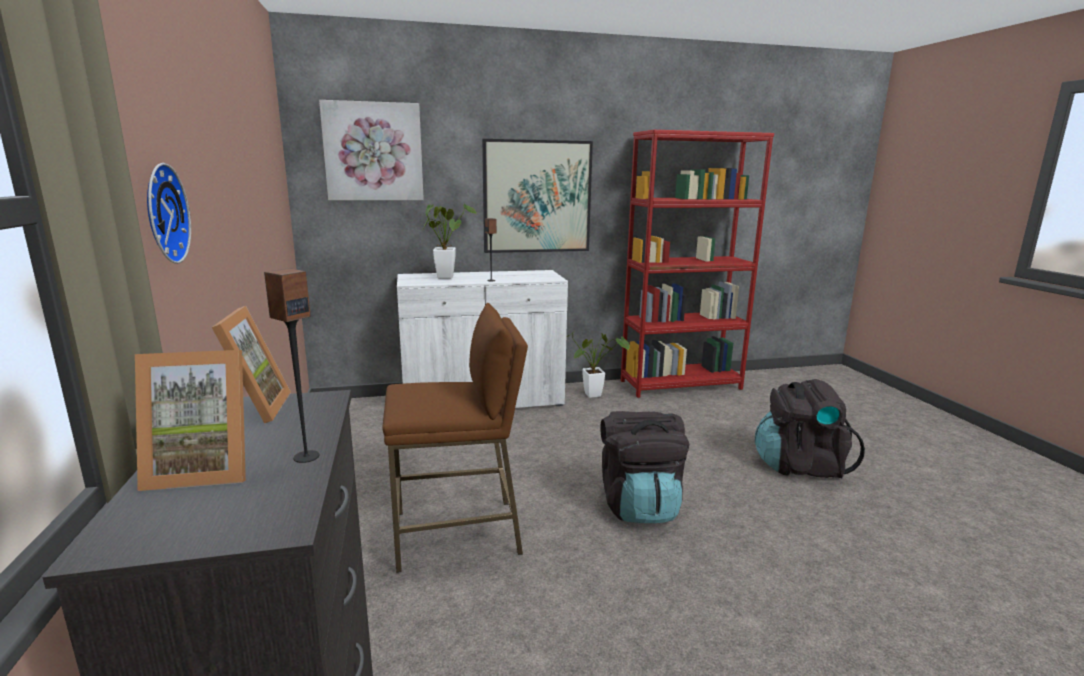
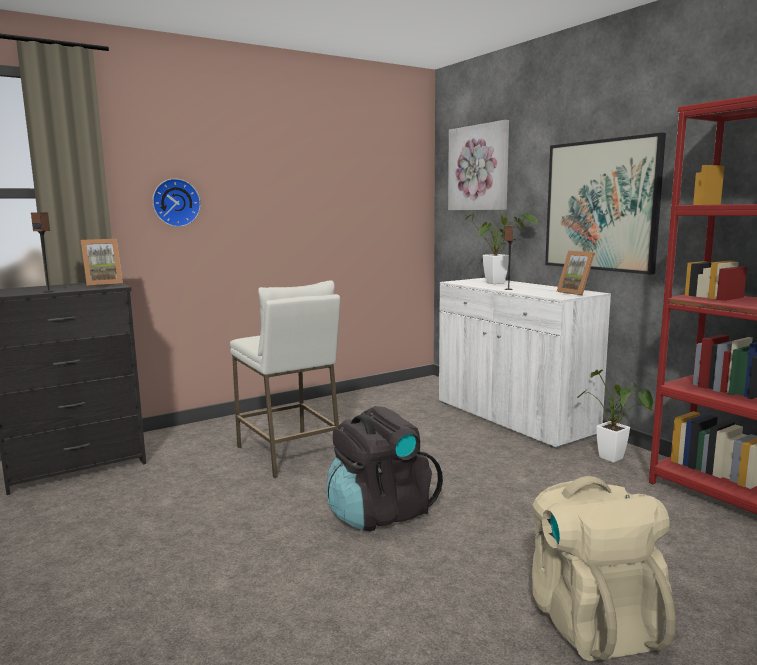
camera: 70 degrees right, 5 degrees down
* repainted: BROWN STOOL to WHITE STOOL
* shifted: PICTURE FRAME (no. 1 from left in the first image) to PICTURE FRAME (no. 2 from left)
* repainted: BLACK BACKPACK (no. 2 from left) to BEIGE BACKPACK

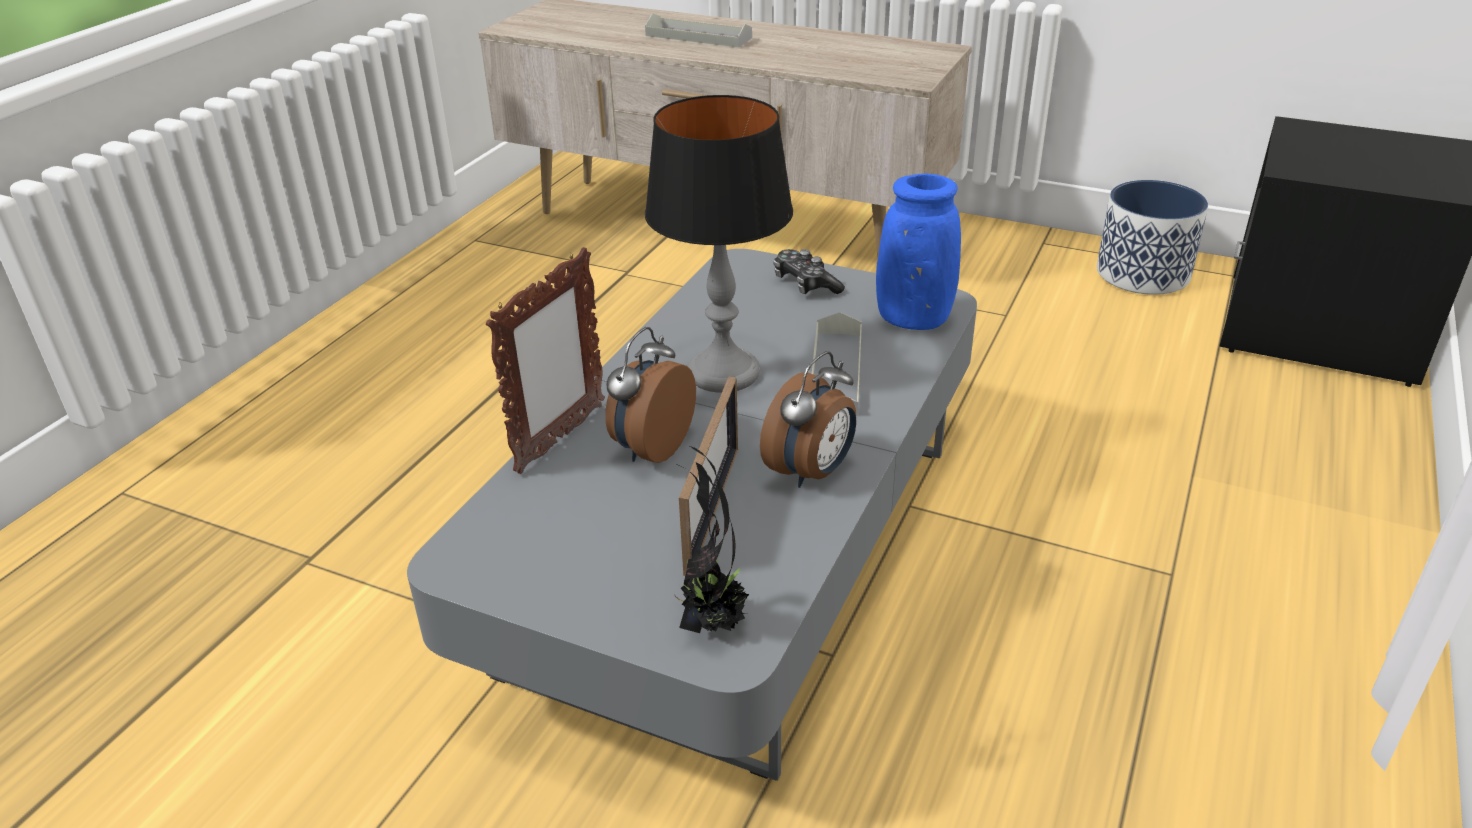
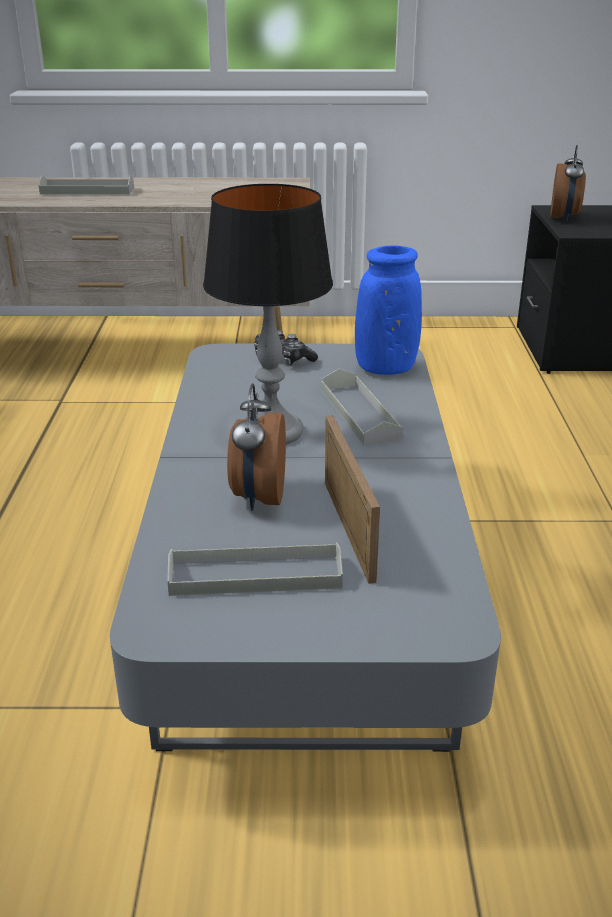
camera: 25 degrees left, 5 degrees down
* gone: PLANTER
* gone: PICTURE FRAME (no. 1 from left)
* shifted: ALARM CLOCK (no. 2 from left)
* gone: POTTED PLANT
* new: GREY TRAY (no. 2 from left)

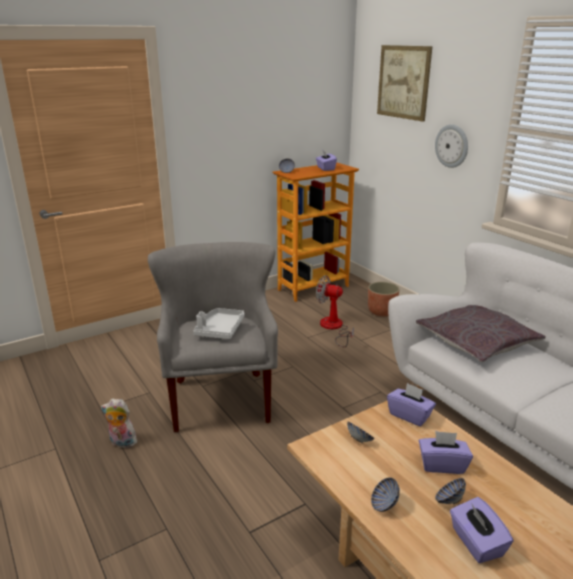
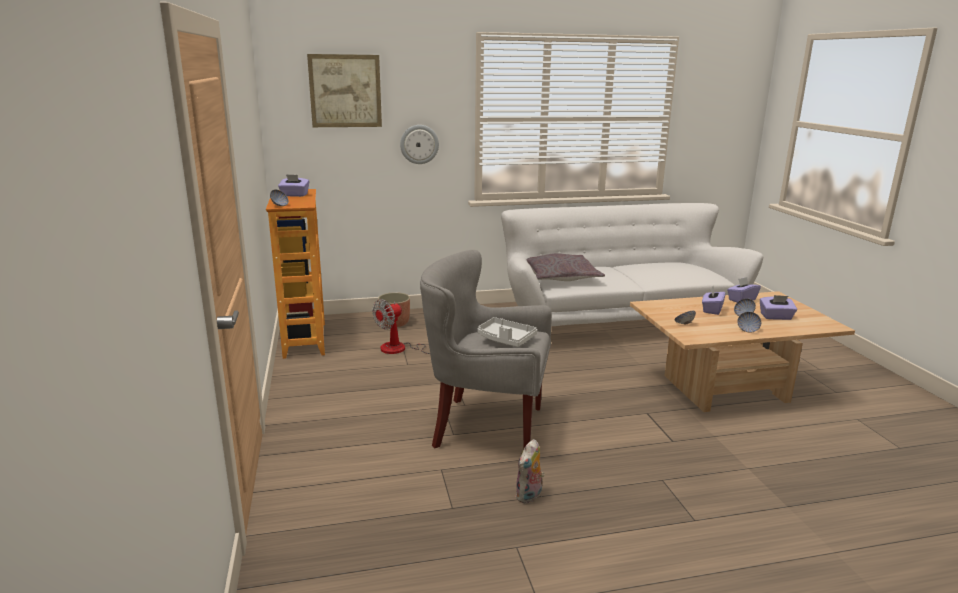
camera: 70 degrees left, 5 degrees down
* shifted: PURPLE TISSUE BOX (no. 2 from left in the first image) to PURPLE TISSUE BOX (no. 3 from left)

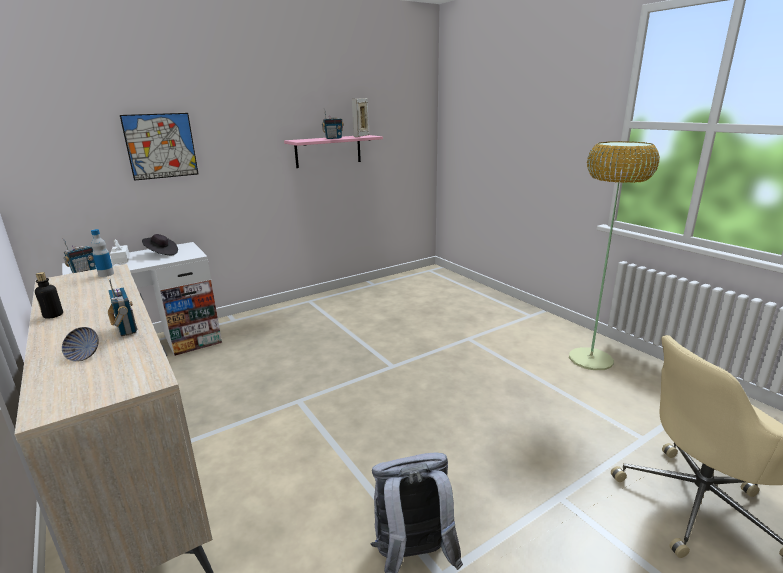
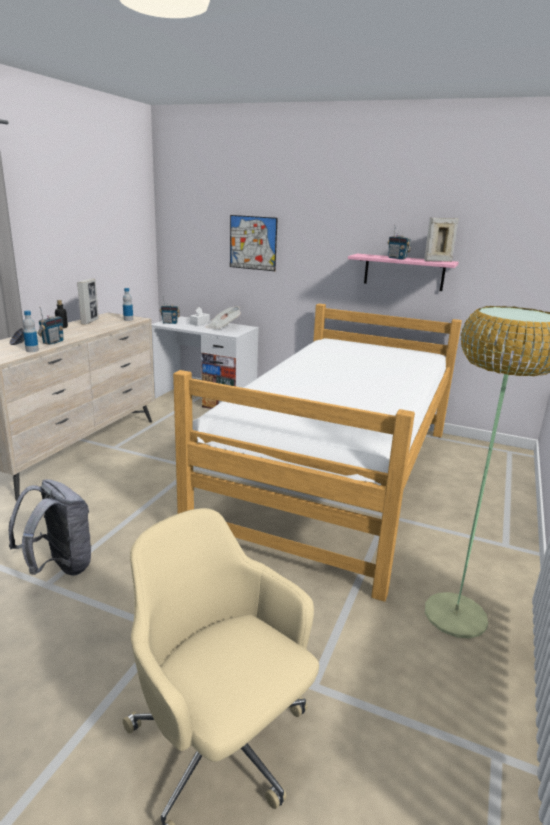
camera: 55 degrees right, 0 degrees up
* swapped: BLACK HAT to NEWSPAPER
* new: PICTURE FRAME (no. 1 from left)
* new: BED
* new: BOTTLE (no. 1 from left)

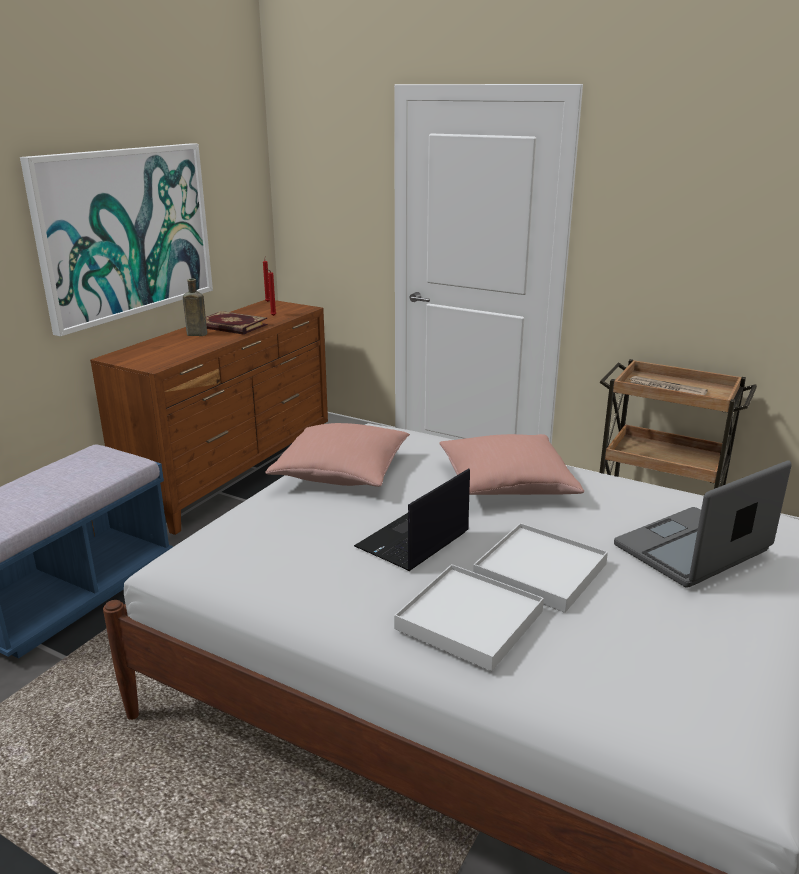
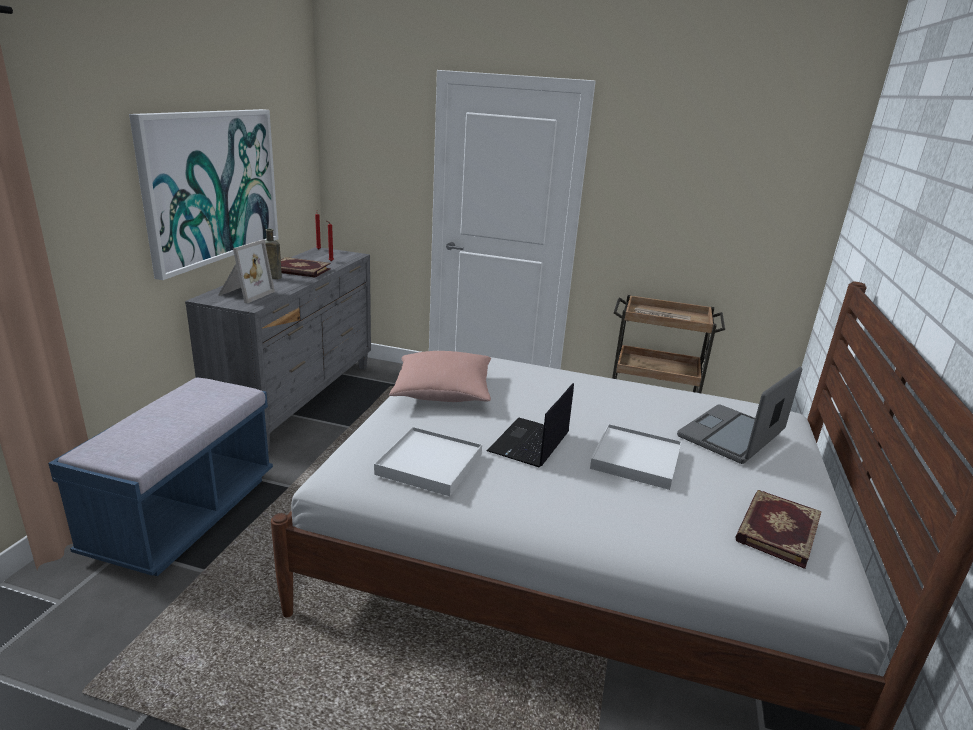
camera: 15 degrees left, 0 degrees up
* repainted: BROWN DRESSER to GREY DRESSER
* gone: PINK PILLOW (no. 2 from left)
* shifted: WHITE TRAY (no. 1 from left)
* new: PICTURE FRAME
* new: BOOK (no. 2 from left)

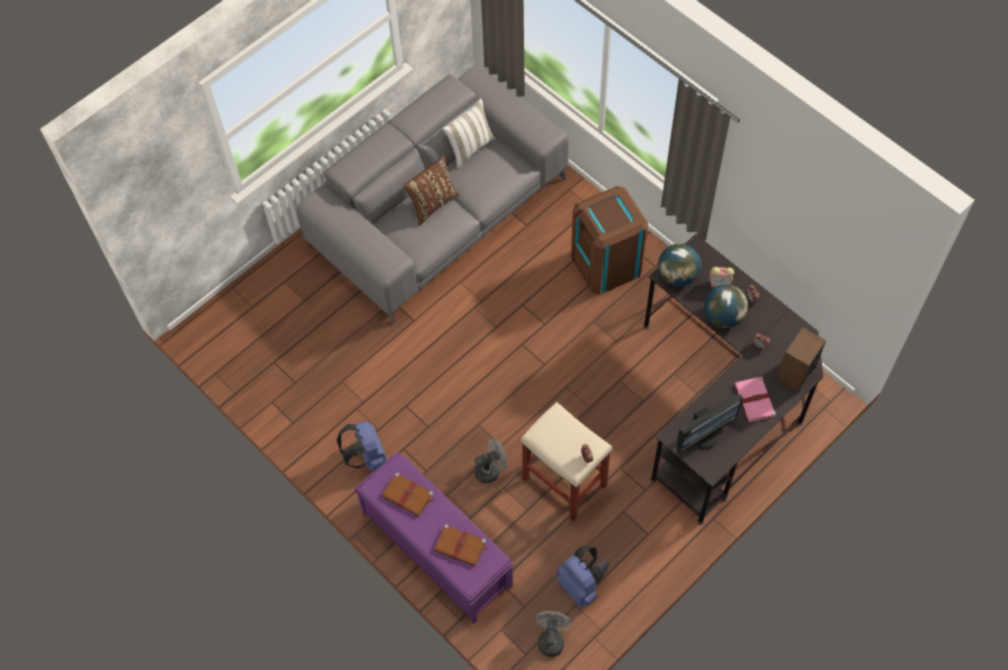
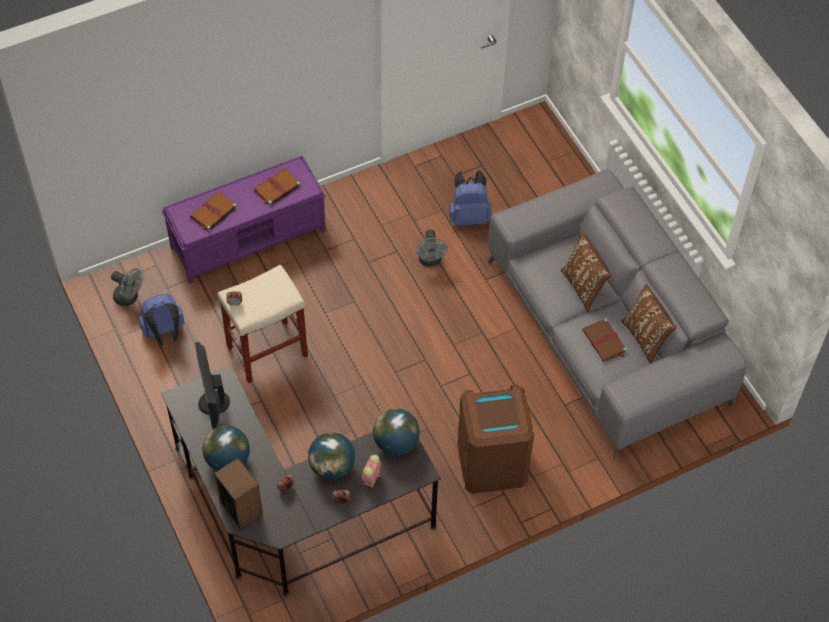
camera: 105 degrees right, 5 degrees down
* repainted: WHITE PILLOW to BROWN PILLOW (no. 2 from left)
* swapped: PINK BOOK to GLOBE (no. 1 from left)
* shifted: BLUE BACKPACK (no. 1 from left in the first image) to BLUE BACKPACK (no. 2 from left)
* shifted: GREY FAN (no. 1 from left in the first image) to GREY FAN (no. 2 from left)
* new: BROWN BOOK (no. 3 from left)

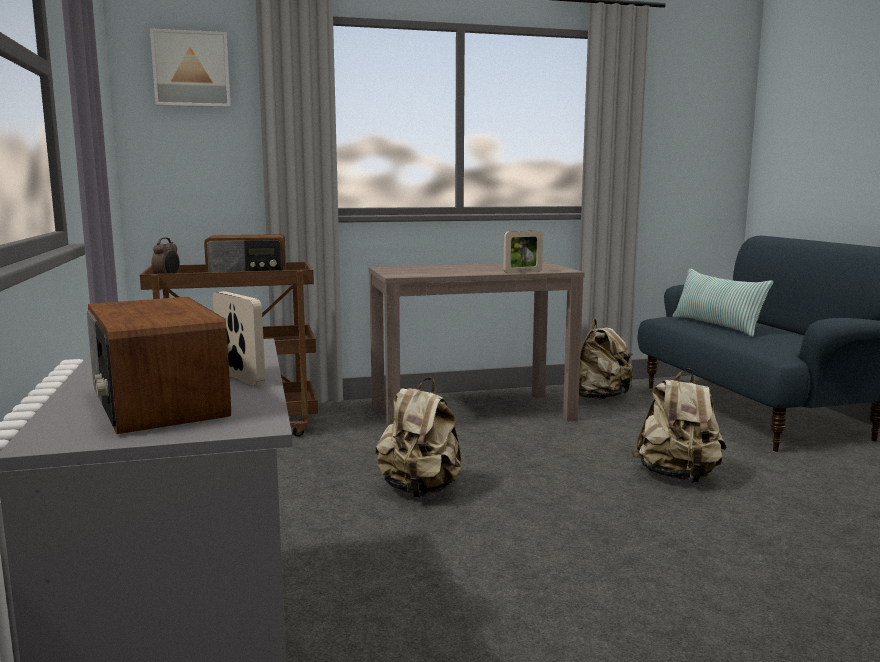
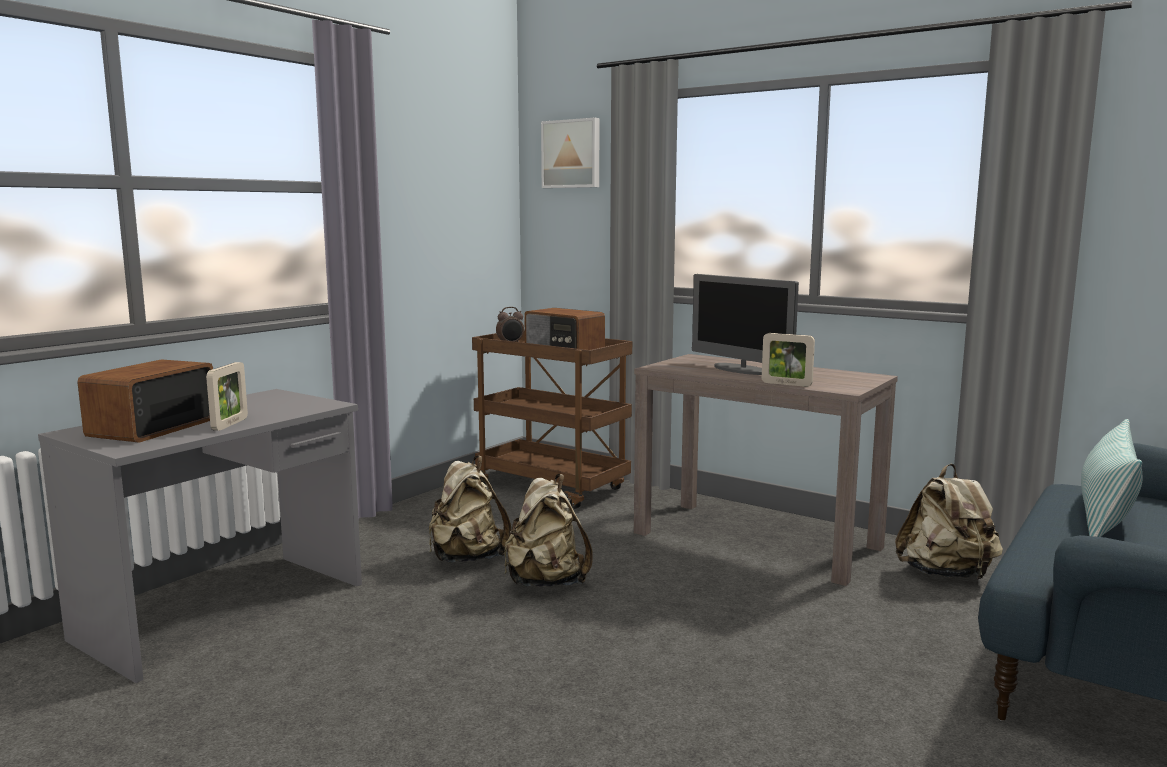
camera: 50 degrees right, 0 degrees up
* shifted: BEIGE BACKPACK (no. 3 from left in the first image) to BEIGE BACKPACK (no. 1 from left)
* new: MONITOR

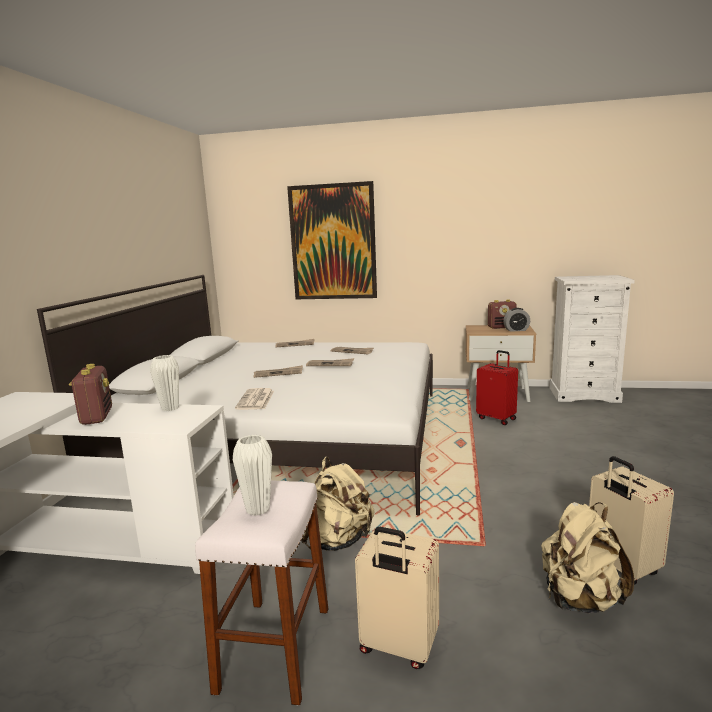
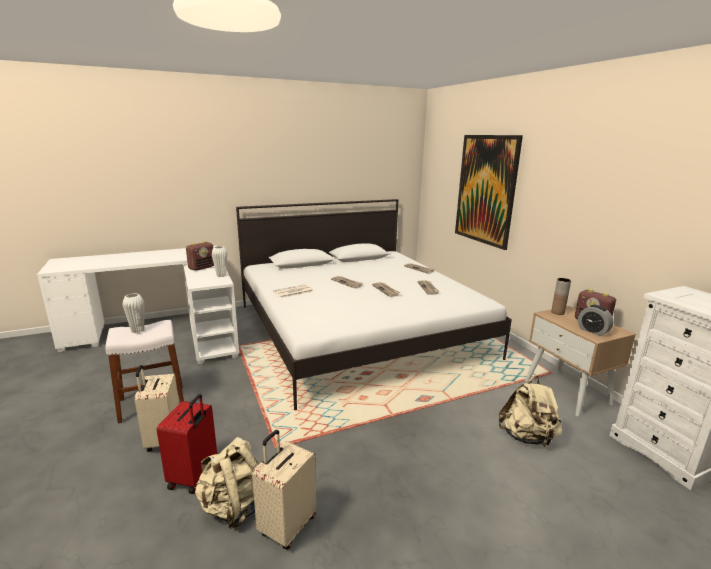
camera: 55 degrees right, 5 degrees up
* shifted: RED SUITCASE
* shifted: BEIGE BACKPACK (no. 1 from left in the first image) to BEIGE BACKPACK (no. 2 from left)
* new: BROWN VASE

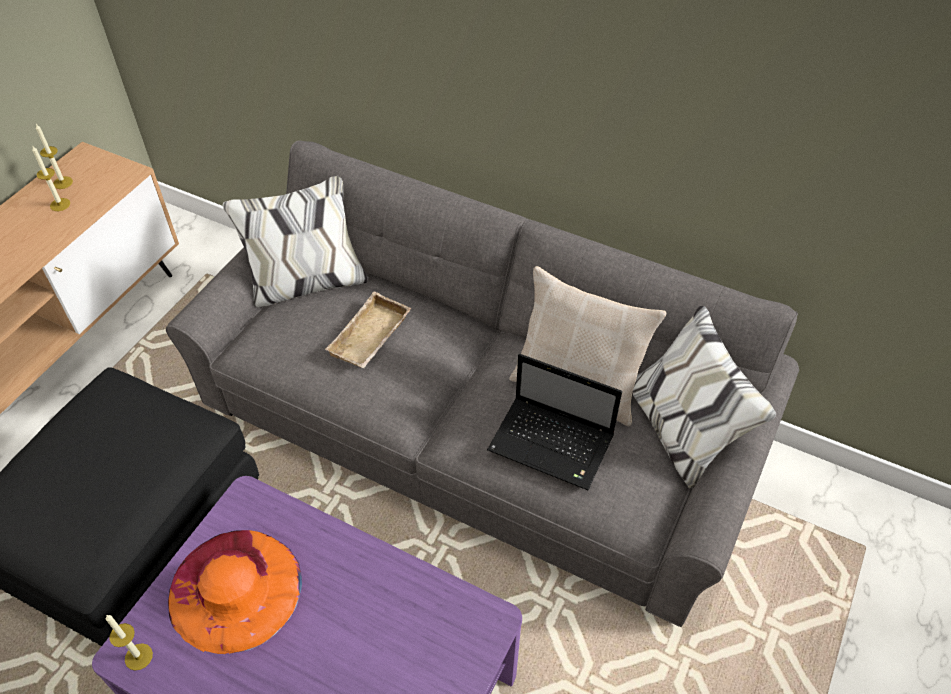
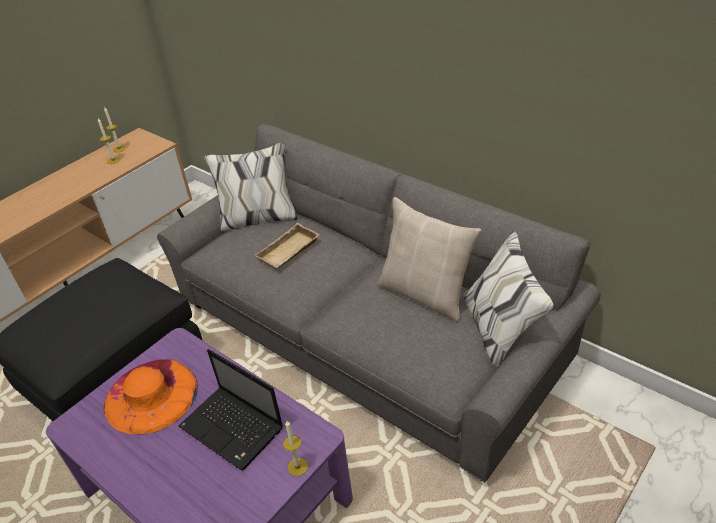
camera: 15 degrees right, 10 degrees down
* shifted: LAPTOP
* shifted: CANDLE (no. 3 from left)

